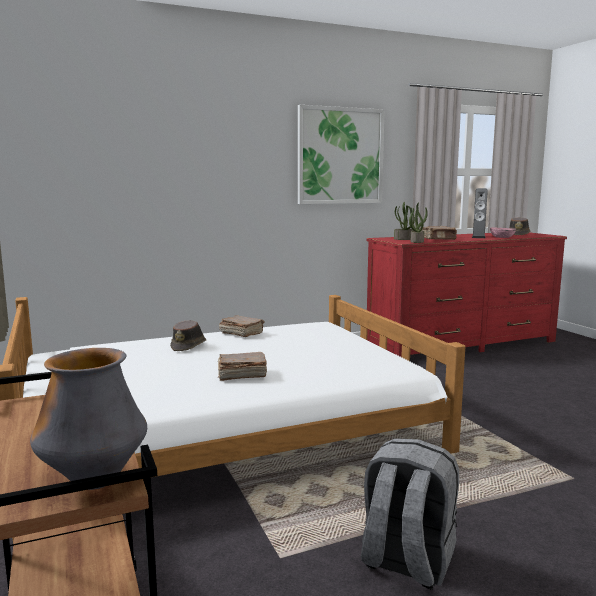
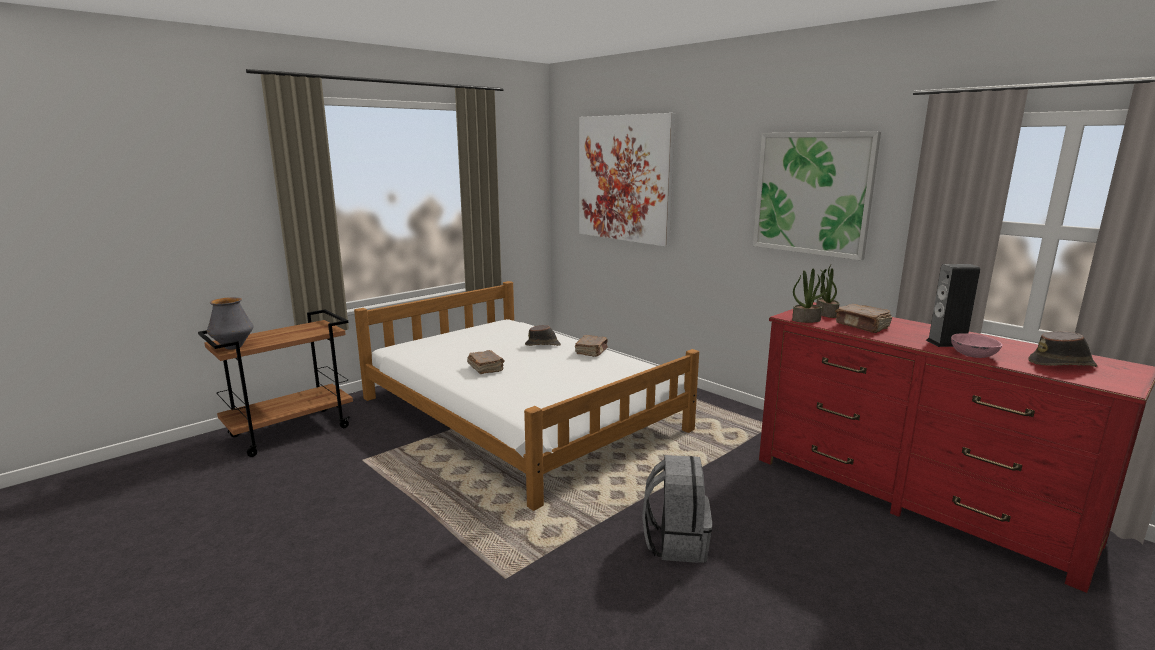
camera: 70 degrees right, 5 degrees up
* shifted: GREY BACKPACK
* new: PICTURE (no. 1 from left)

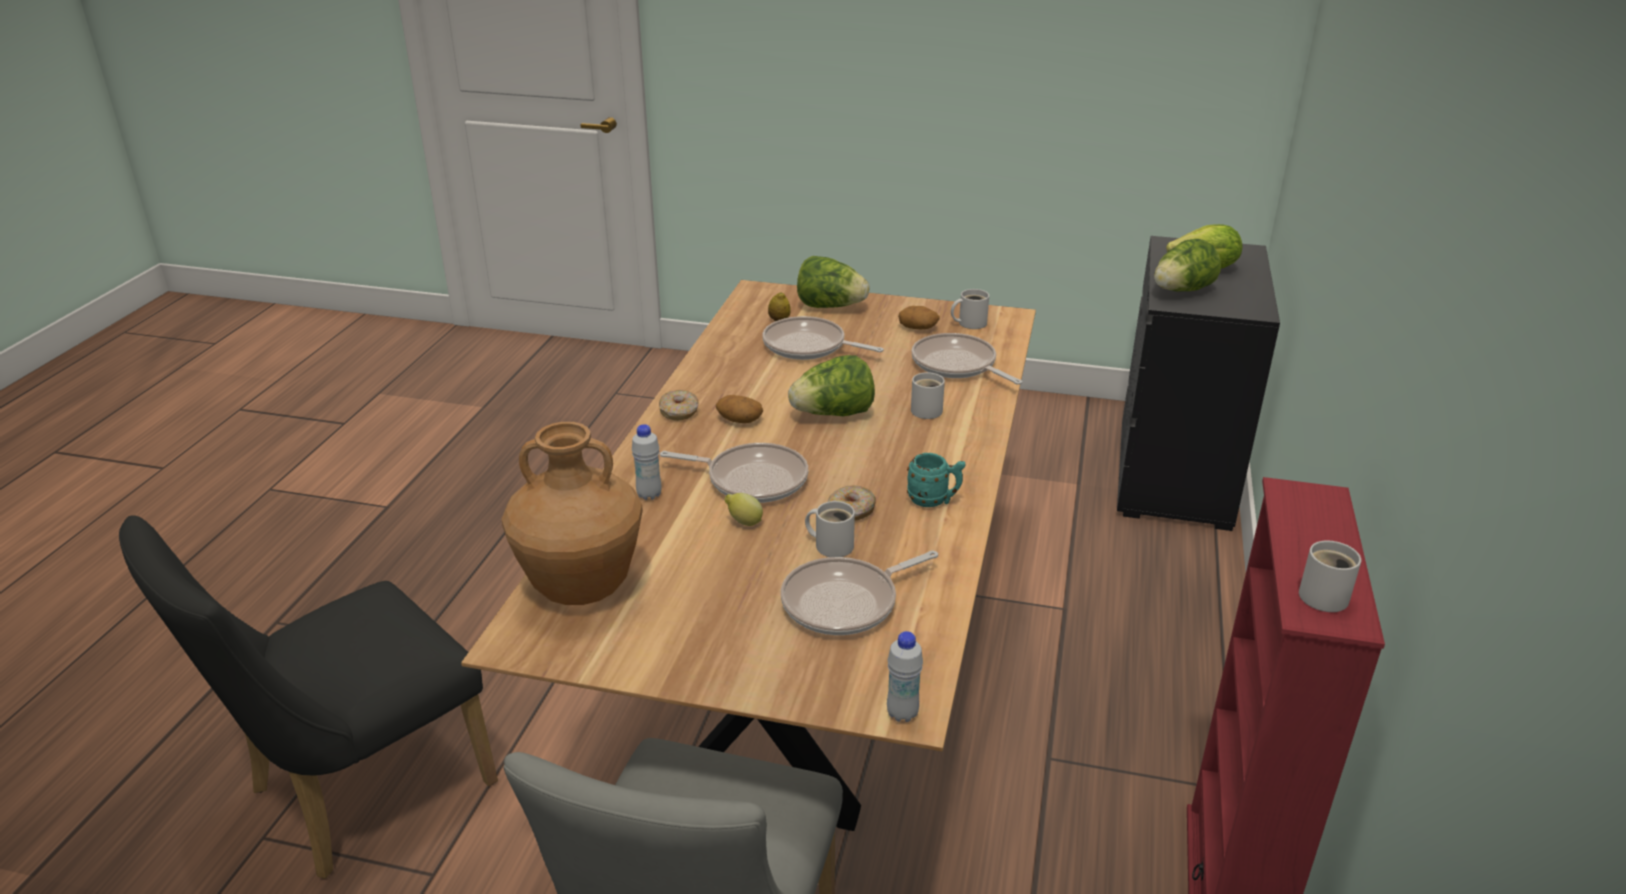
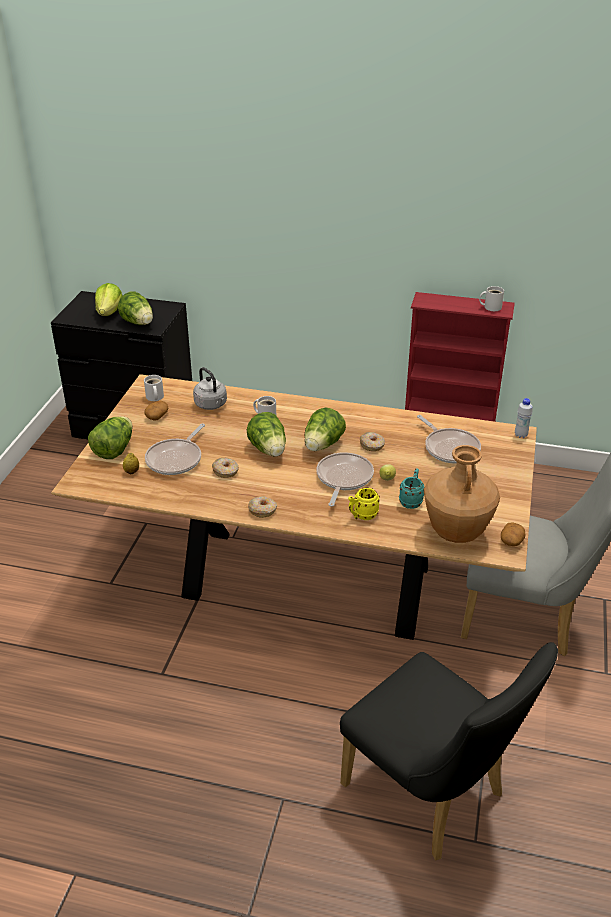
camera: 90 degrees left, 5 degrees up
* swapped: FRYING PAN (no. 4 from left) to GREY KETTLE
* shifted: POTATO (no. 1 from left in the first image) to POTATO (no. 2 from left)
* swapped: WHITE BOTTLE (no. 1 from left) to YELLOW MUG
* shifted: TURQUOISE MUG
* gone: WHITE MUG (no. 1 from left)
* new: LETTUCE (no. 5 from left)
* new: DONUT (no. 1 from left)

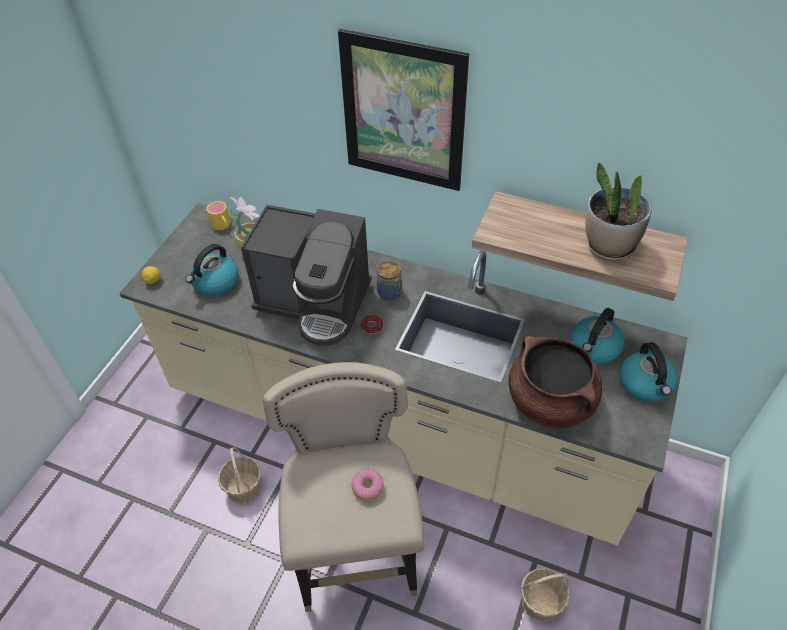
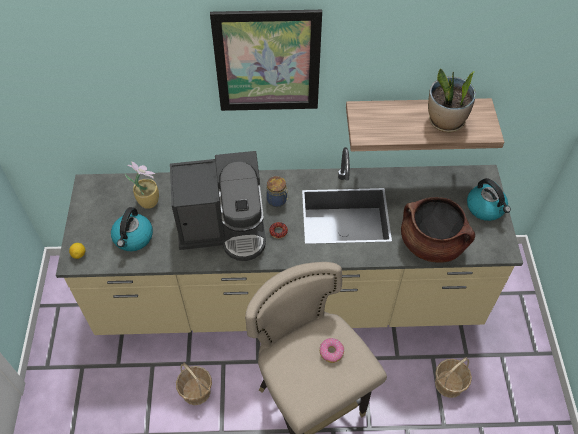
camera: 25 degrees left, 5 degrees up
* gone: YELLOW MUG
* gone: KETTLE (no. 2 from left)

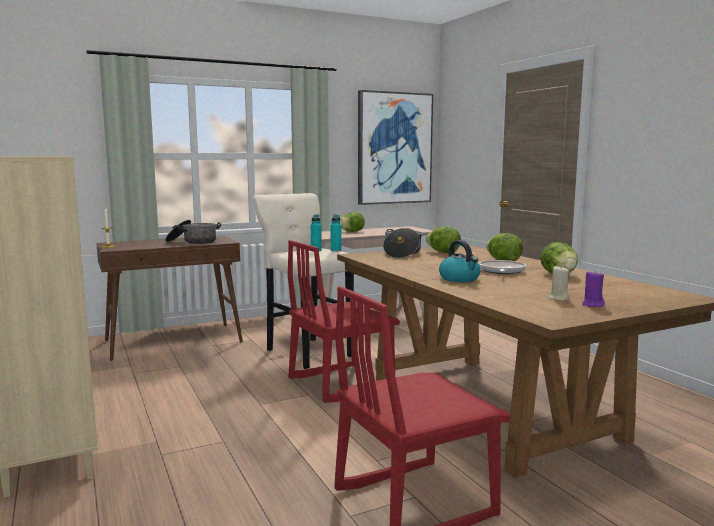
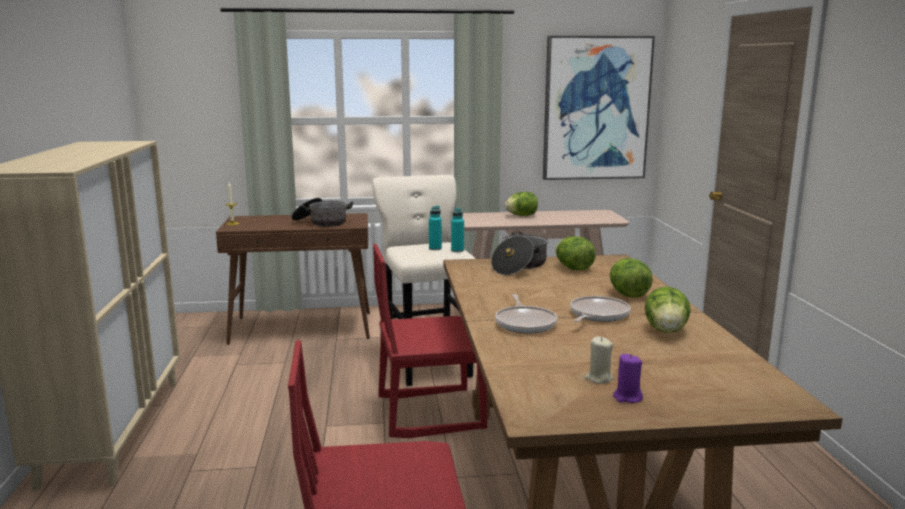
camera: 20 degrees right, 5 degrees up
* swapped: KETTLE to FRYING PAN (no. 1 from left)

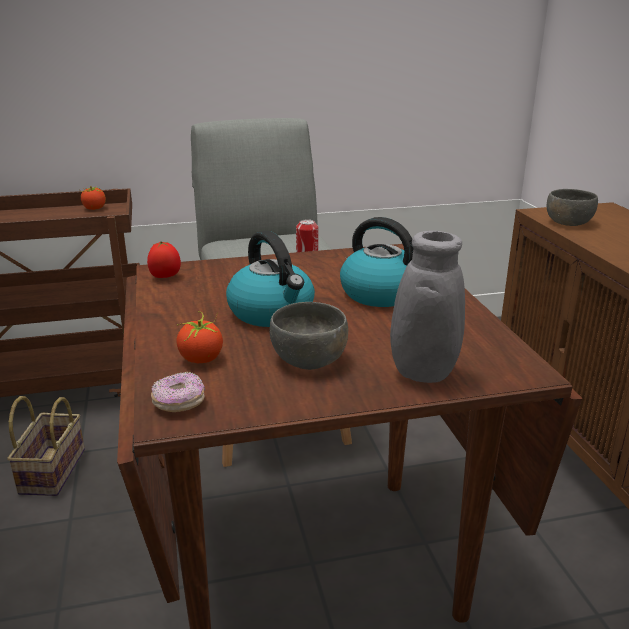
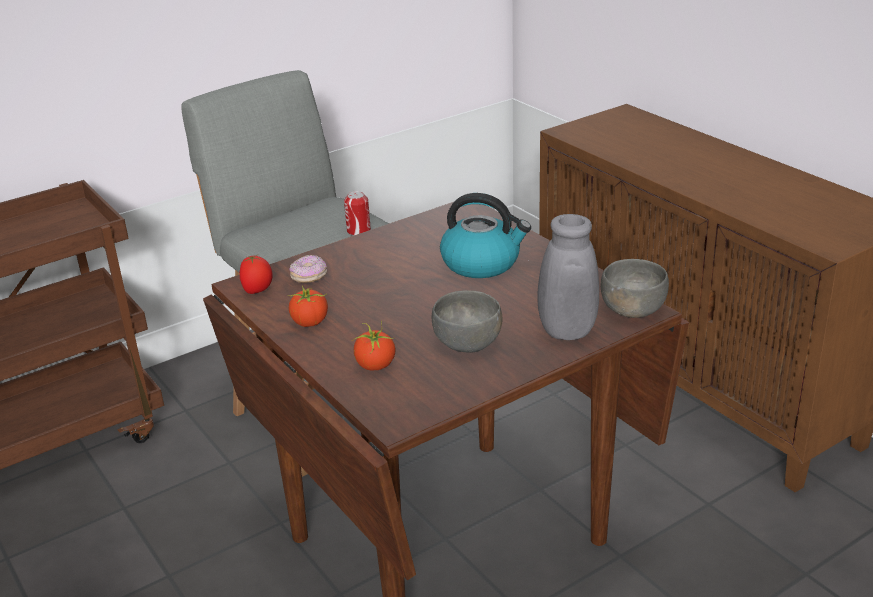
camera: 20 degrees left, 5 degrees up
* shifted: TOMATO (no. 1 from left in the first image) to TOMATO (no. 2 from left)
* shifted: GREY BOWL (no. 2 from left)
* gone: KETTLE (no. 1 from left)
* shifted: DONUT
* gone: BASKET

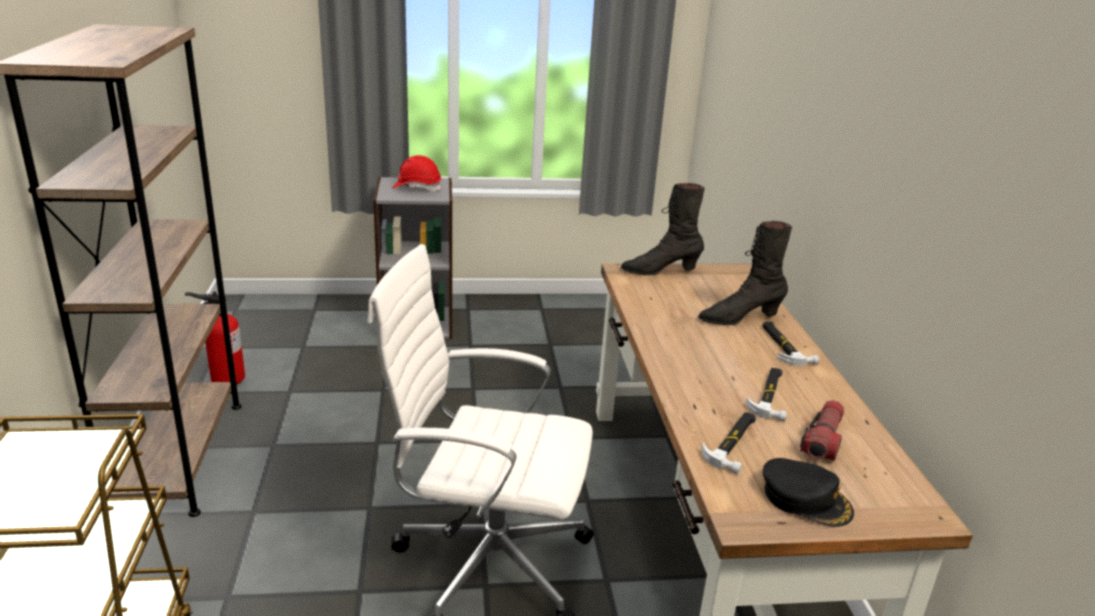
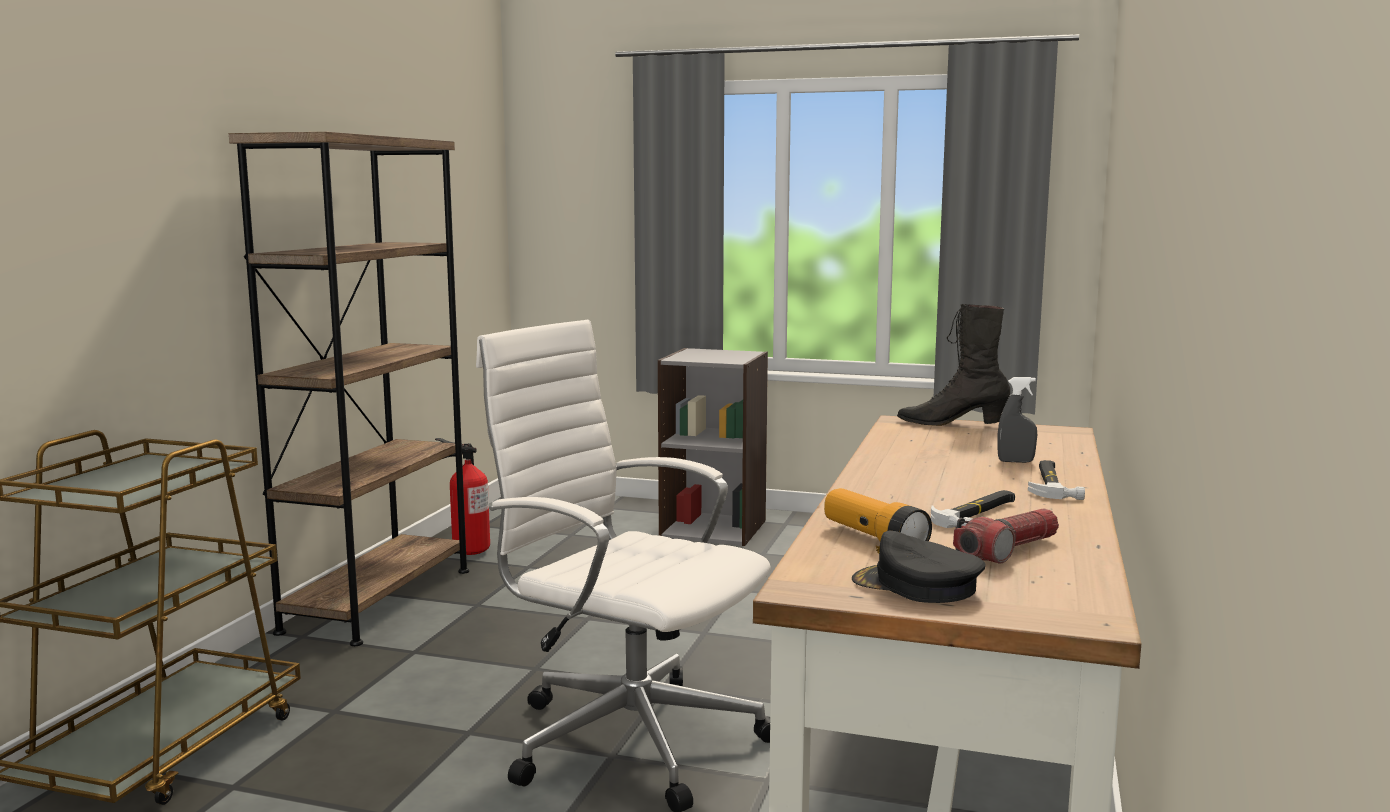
camera: 25 degrees right, 15 degrees down
* gone: RED HARD HAT
* swapped: BLACK BOOT (no. 2 from left) to GREY SPRAY BOTTLE
* swapped: HAMMER (no. 1 from left) to FLASHLIGHT (no. 1 from left)
* rotated: BLACK CAP 150 degrees clockwise

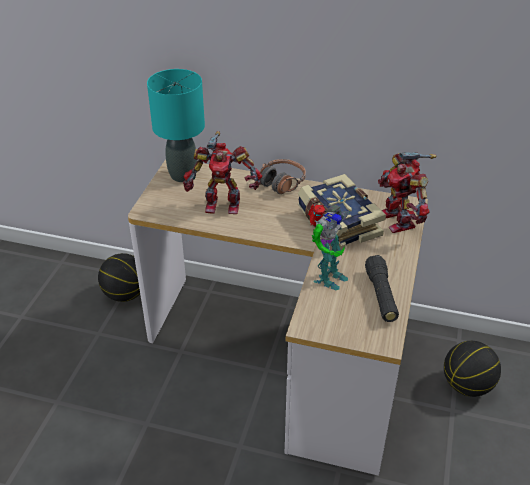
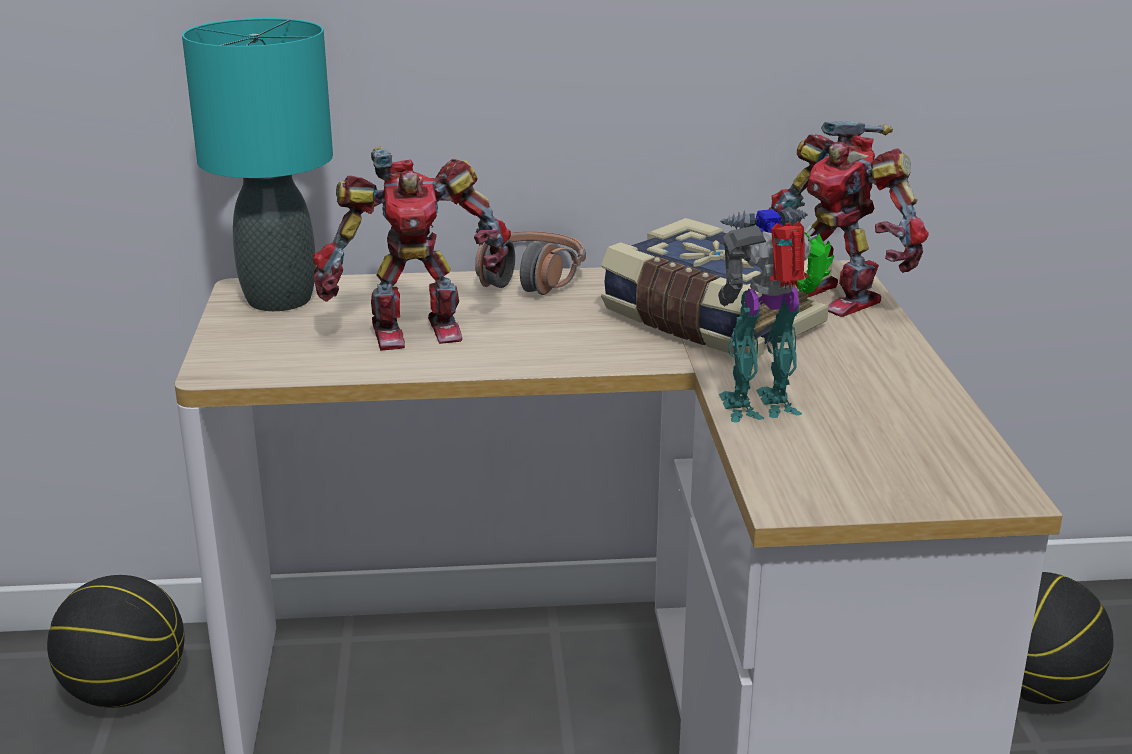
camera: 20 degrees left, 15 degrees down
* rotated: TOY ROBOT (no. 2 from left) 120 degrees counterclockwise
* gone: BLACK FLASHLIGHT

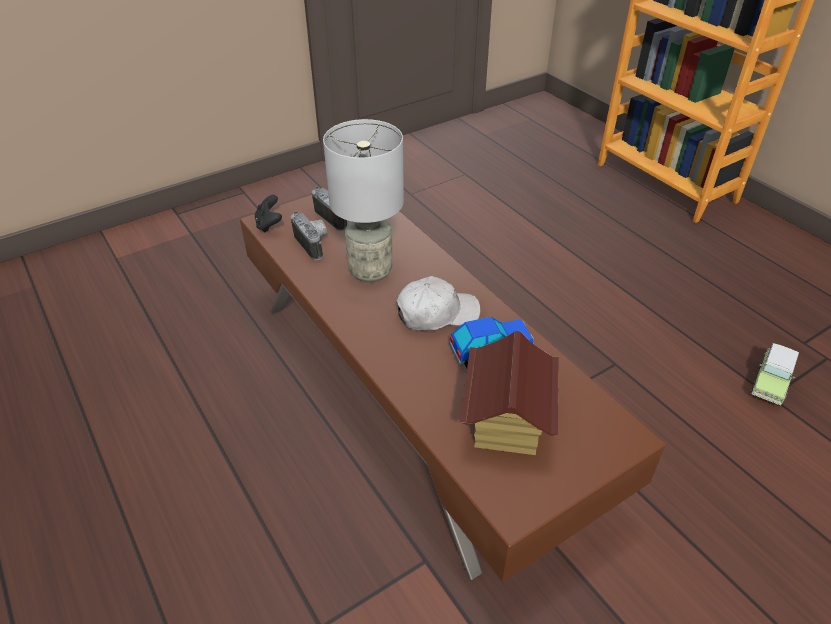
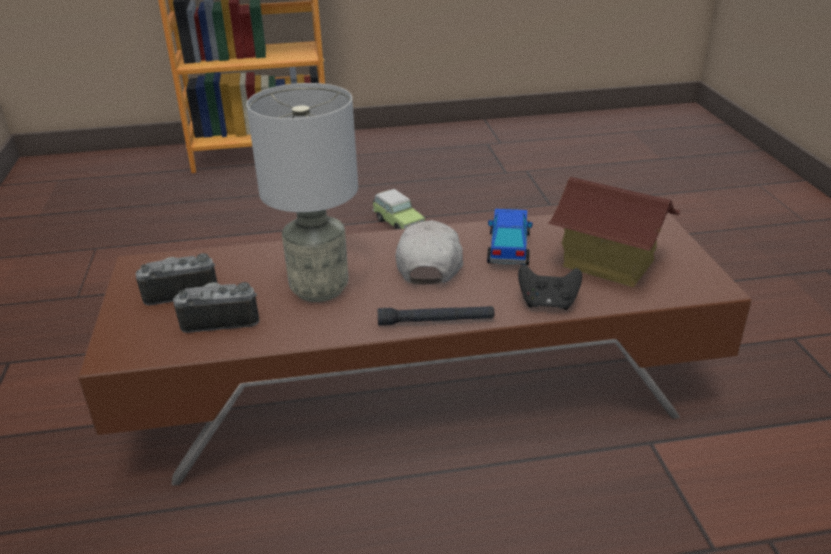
camera: 65 degrees left, 10 degrees down
* shifted: BLACK GAME CONTROLLER
* shifted: TOY CAR (no. 2 from left in the first image) to TOY CAR (no. 1 from left)
* new: BLACK FLASHLIGHT

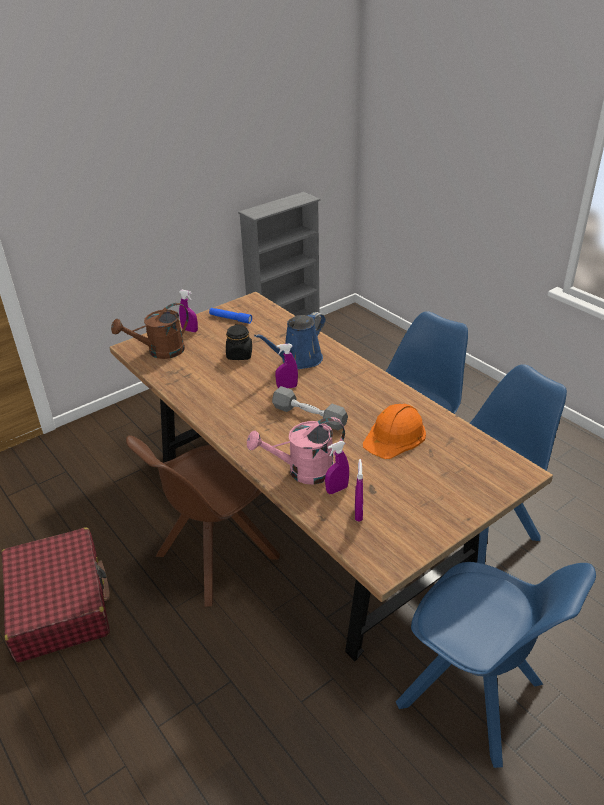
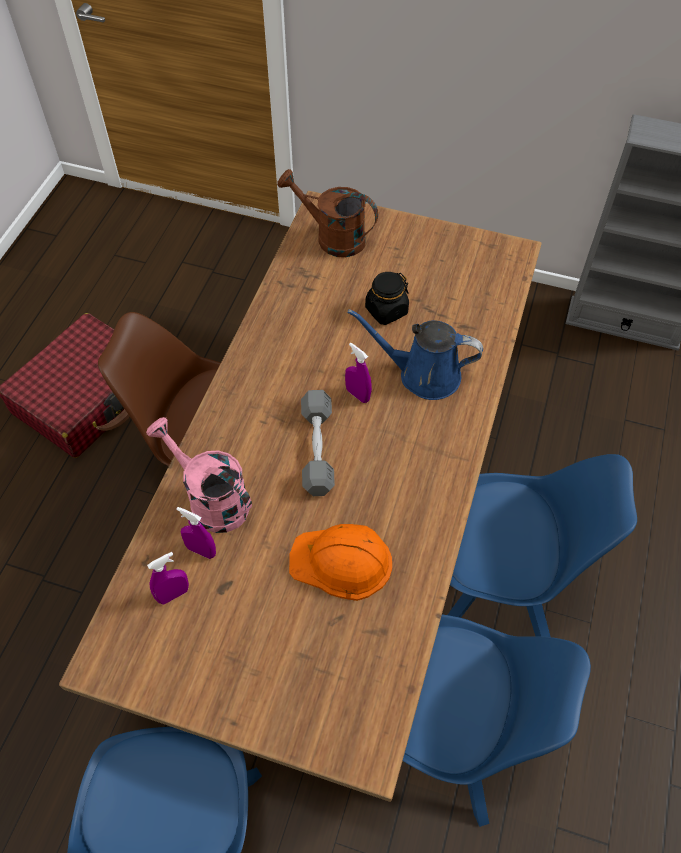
camera: 55 degrees right, 20 degrees up
* gone: PURPLE SPRAY BOTTLE (no. 1 from left)
* gone: BLUE FLASHLIGHT

